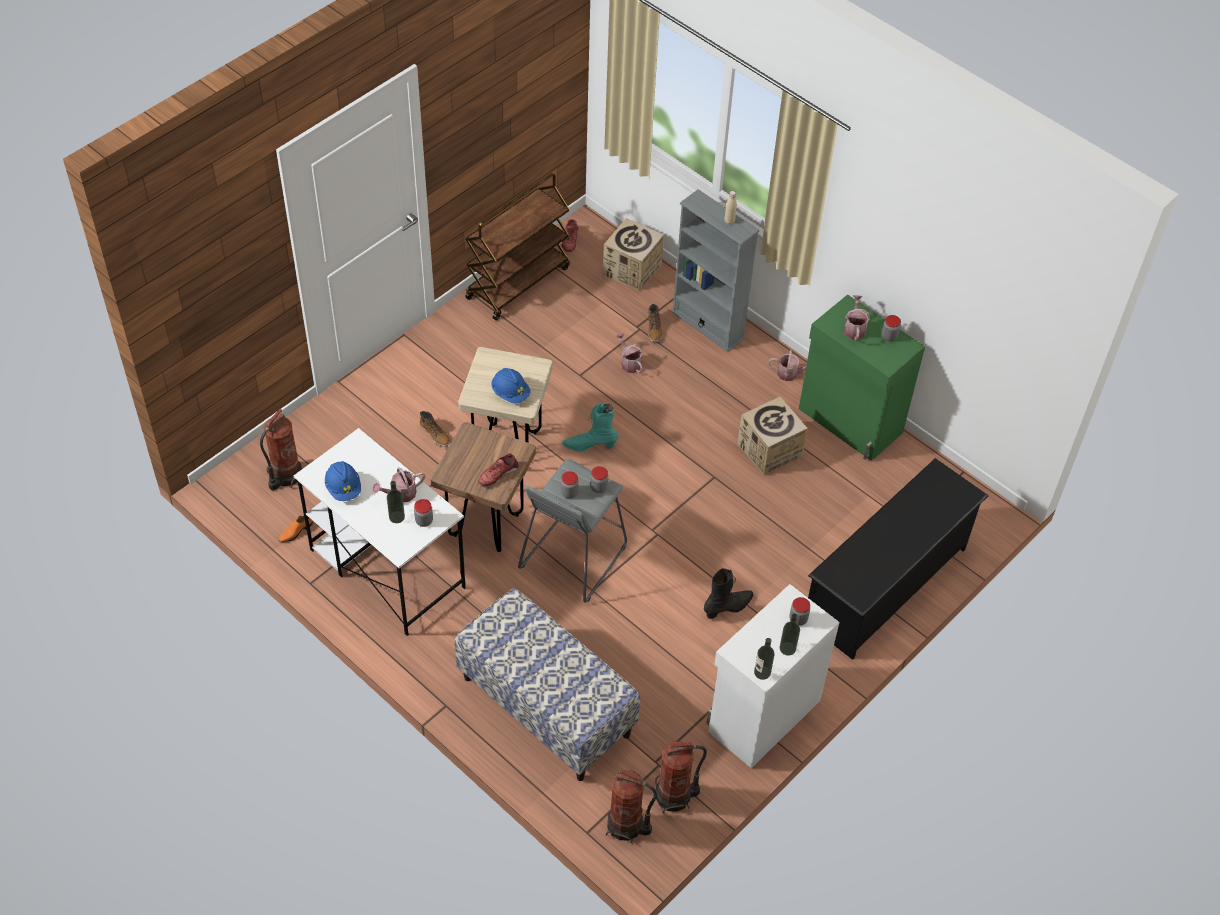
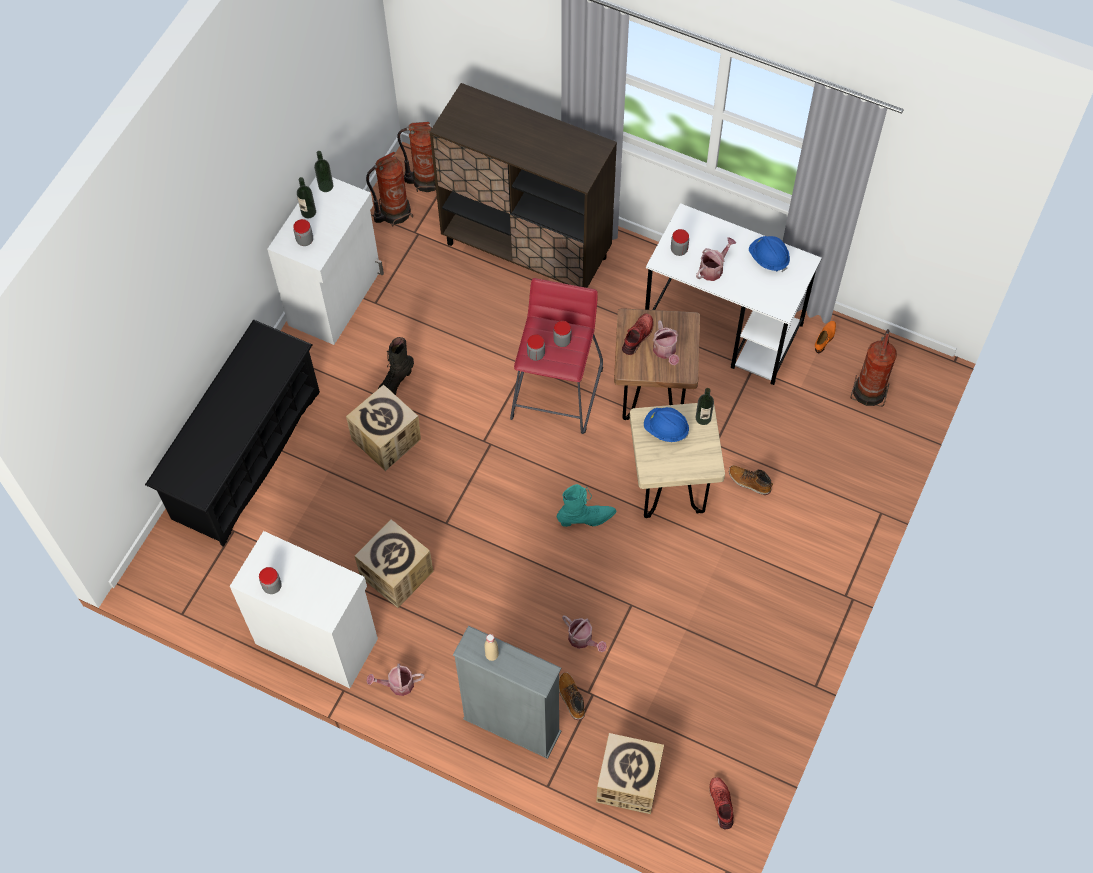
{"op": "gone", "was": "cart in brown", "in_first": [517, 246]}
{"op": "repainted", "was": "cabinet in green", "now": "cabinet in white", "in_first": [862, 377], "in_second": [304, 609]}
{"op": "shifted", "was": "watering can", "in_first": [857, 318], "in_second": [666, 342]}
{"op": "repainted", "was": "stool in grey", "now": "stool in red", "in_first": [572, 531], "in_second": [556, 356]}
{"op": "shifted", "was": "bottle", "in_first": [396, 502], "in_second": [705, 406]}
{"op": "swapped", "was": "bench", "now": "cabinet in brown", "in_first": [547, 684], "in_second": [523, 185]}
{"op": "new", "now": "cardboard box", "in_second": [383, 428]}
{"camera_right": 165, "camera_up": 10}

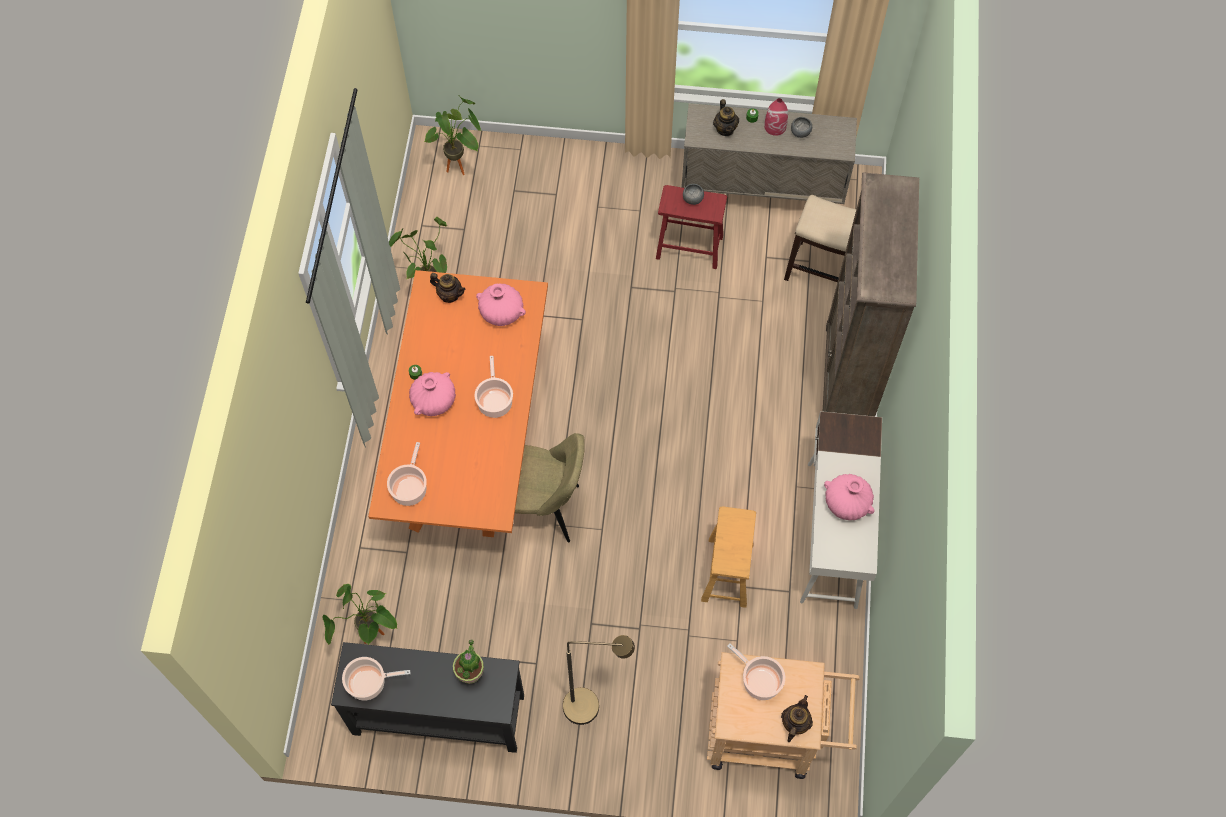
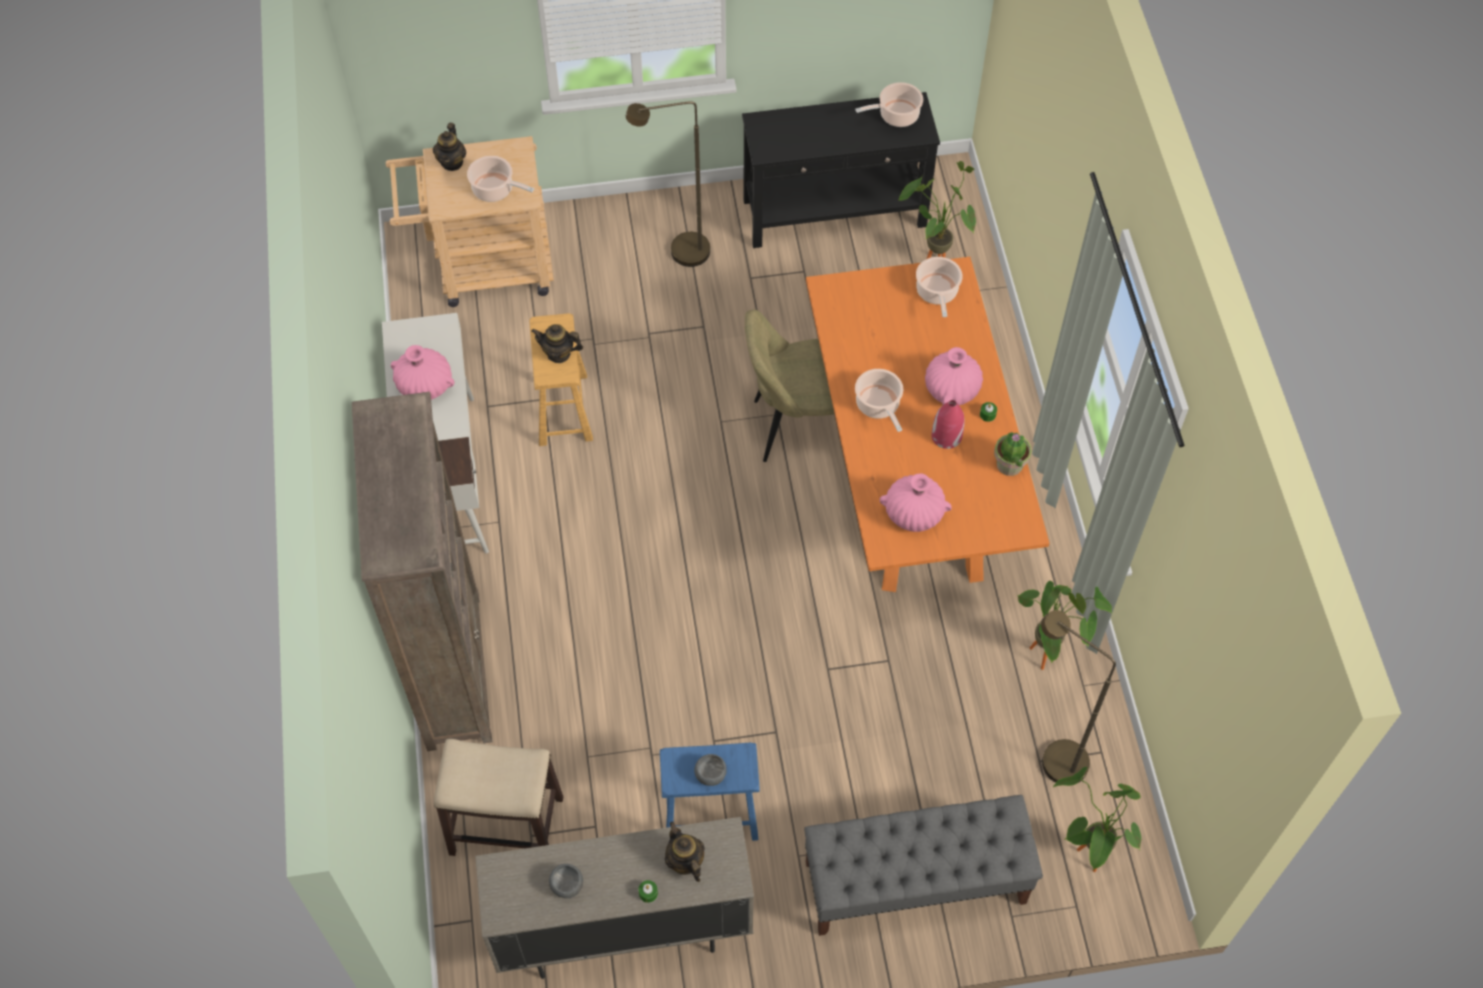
{"op": "shifted", "was": "vase in red", "in_first": [776, 117], "in_second": [948, 424]}
{"op": "repainted", "was": "stool in red", "now": "stool in blue", "in_first": [691, 227], "in_second": [710, 791]}
{"op": "shifted", "was": "teapot", "in_first": [448, 288], "in_second": [557, 343]}
{"op": "shifted", "was": "potted plant", "in_first": [468, 662], "in_second": [1013, 454]}
{"op": "new", "now": "floor lamp in brown", "in_second": [1078, 696]}
{"op": "new", "now": "bench in grey", "in_second": [923, 865]}
{"camera_right": 165, "camera_up": -5}

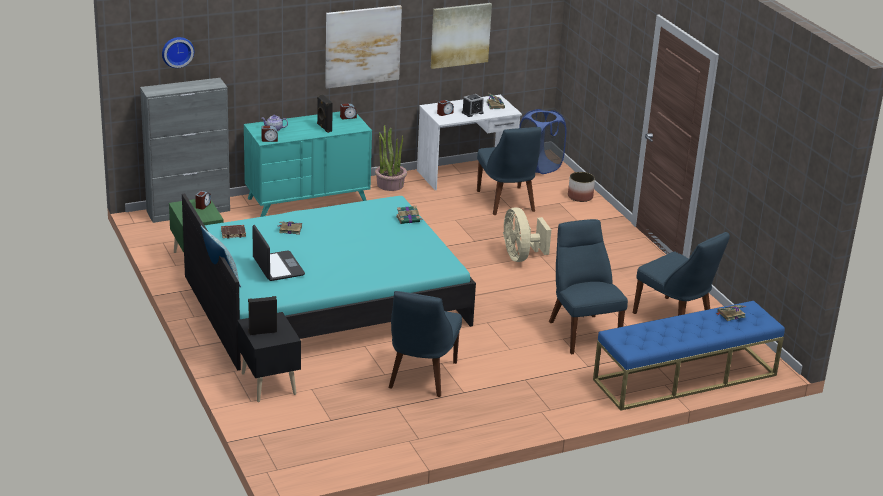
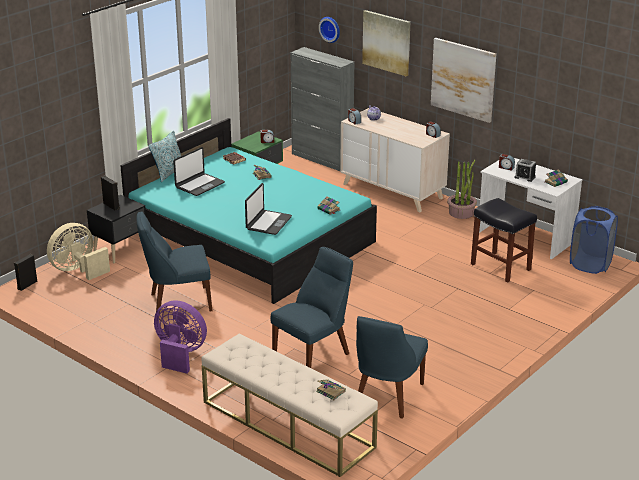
{"op": "shifted", "was": "picture", "in_first": [461, 36], "in_second": [386, 43]}
{"op": "shifted", "was": "speaker in black", "in_first": [325, 114], "in_second": [25, 272]}
{"op": "repainted", "was": "dresser in turquoise", "now": "dresser in beige", "in_first": [308, 164], "in_second": [395, 160]}
{"op": "swapped", "was": "chair in blue", "now": "stool in black", "in_first": [509, 171], "in_second": [504, 240]}
{"op": "gone", "was": "planter", "in_first": [581, 187]}
{"op": "shifted", "was": "fan in beige", "in_first": [527, 234], "in_second": [78, 251]}
{"op": "repainted", "was": "bench in blue", "now": "bench in beige", "in_first": [689, 356], "in_second": [289, 405]}
{"op": "new", "now": "laptop", "in_second": [268, 209]}
{"op": "new", "now": "fan in purple", "in_second": [180, 336]}
{"camera_right": 65, "camera_up": 0}

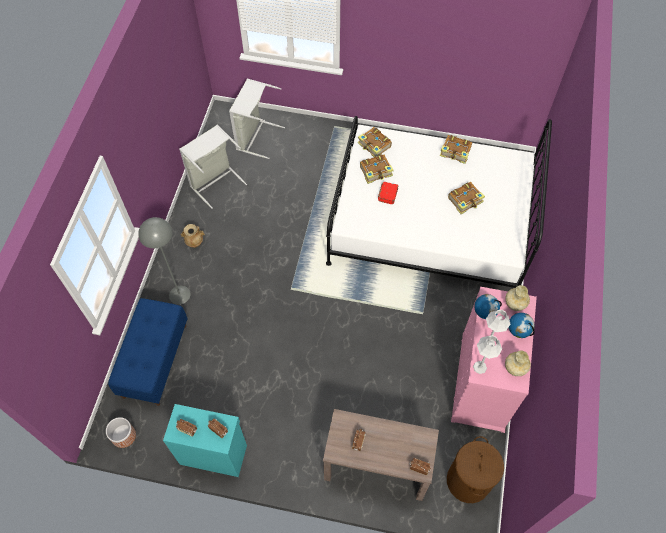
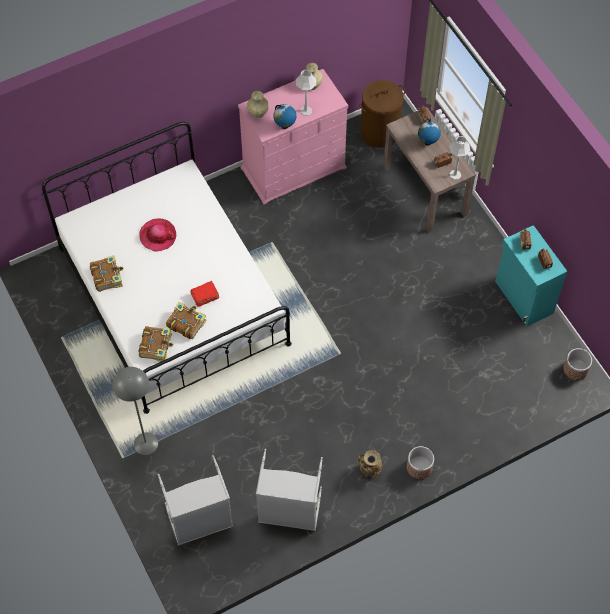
{"op": "swapped", "was": "book", "now": "hat", "in_first": [466, 198], "in_second": [157, 235]}
{"op": "shifted", "was": "floor lamp in grey", "in_first": [164, 261], "in_second": [135, 411]}
{"op": "gone", "was": "bench in blue", "in_first": [148, 352]}
{"op": "shifted", "was": "globe", "in_first": [522, 325], "in_second": [429, 132]}
{"op": "shifted", "was": "table lamp in grey", "in_first": [487, 354], "in_second": [459, 158]}
{"op": "new", "now": "planter", "in_second": [420, 462]}
{"camera_right": -130, "camera_up": 0}

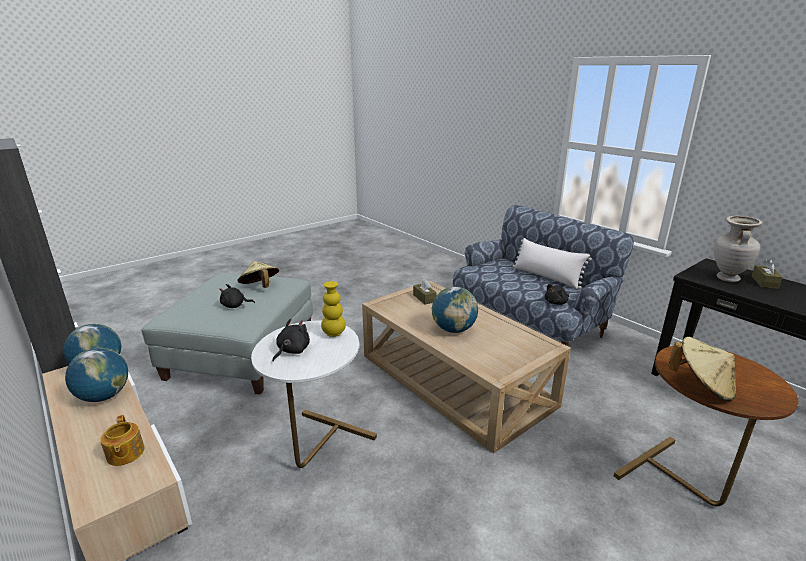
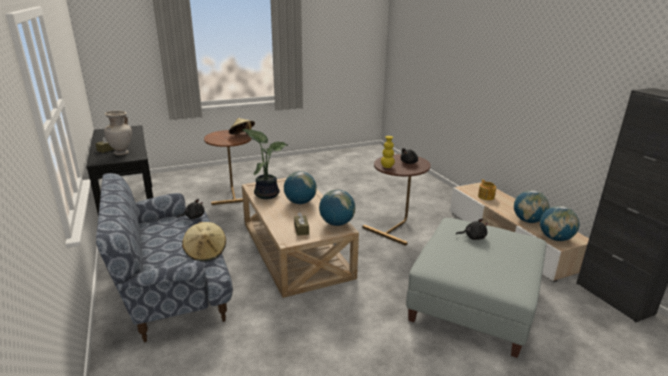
{"op": "gone", "was": "pillow in white", "in_first": [552, 263]}
{"op": "shifted", "was": "hat in beige", "in_first": [258, 274], "in_second": [204, 241]}
{"op": "repainted", "was": "side table in white", "now": "side table in brown", "in_first": [314, 394], "in_second": [396, 200]}
{"op": "new", "now": "potted plant", "in_second": [265, 164]}
{"op": "new", "now": "globe", "in_second": [337, 207]}
{"camera_right": -165, "camera_up": 0}

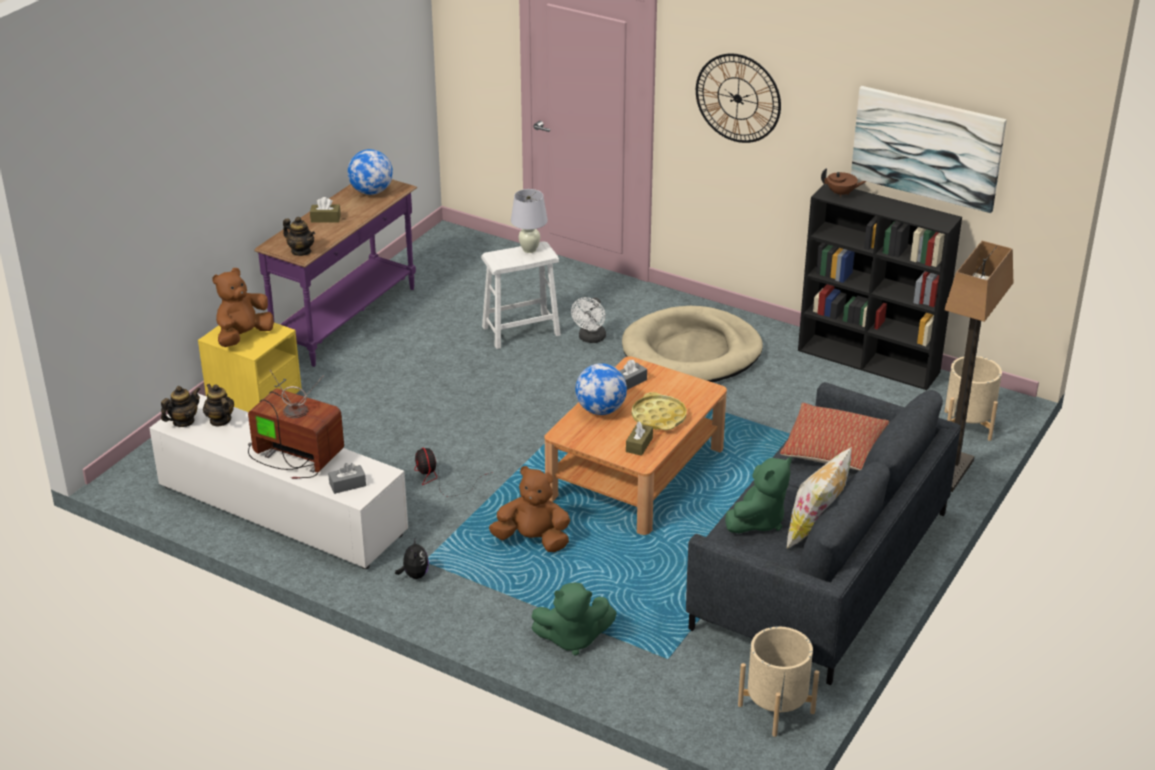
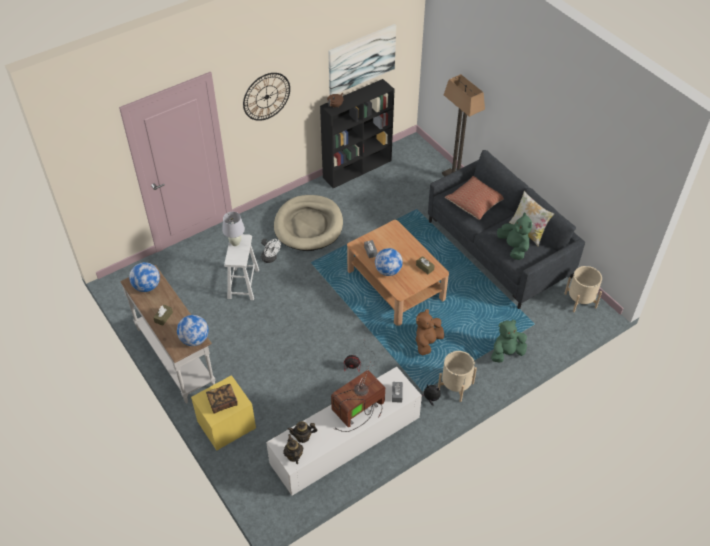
{"op": "repainted", "was": "console table in purple", "now": "console table in white", "in_first": [335, 273], "in_second": [168, 334]}
{"op": "swapped", "was": "teapot", "now": "globe", "in_first": [299, 236], "in_second": [193, 330]}
{"op": "swapped", "was": "plush toy in brown", "now": "book", "in_first": [243, 307], "in_second": [222, 399]}
{"op": "shifted", "was": "planter in beige", "in_first": [973, 398], "in_second": [457, 376]}
{"op": "gone", "was": "tray in yellow", "in_first": [659, 411]}
{"op": "rotated", "was": "plush toy in green", "in_first": [573, 619], "in_second": [509, 341], "clockwise": -135}
{"camera_right": -65, "camera_up": 15}

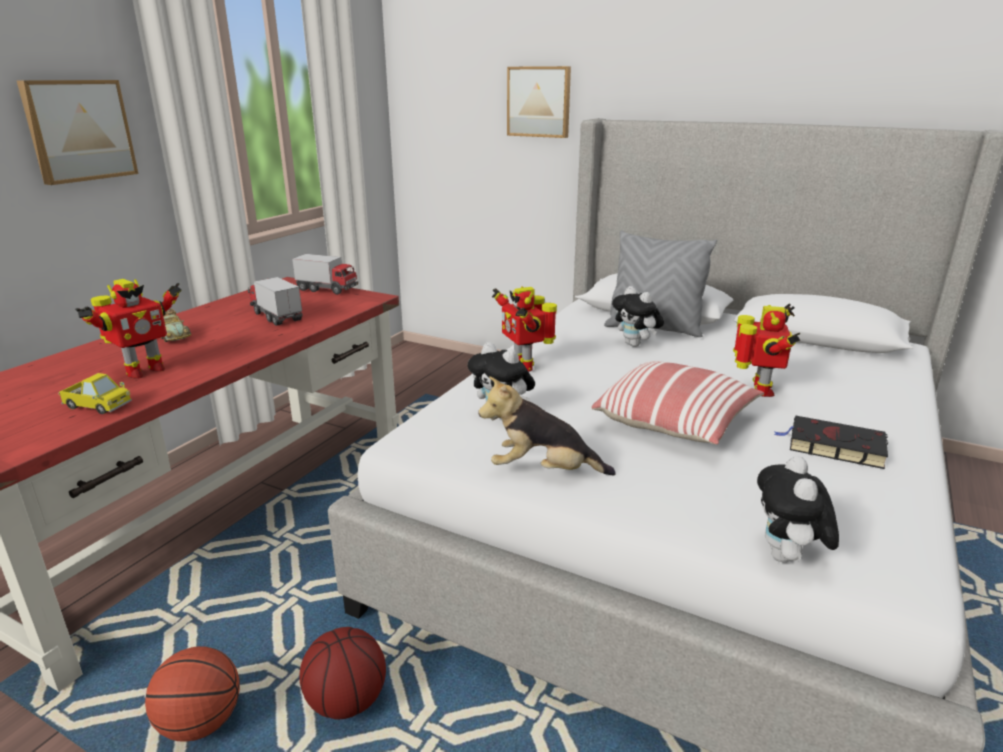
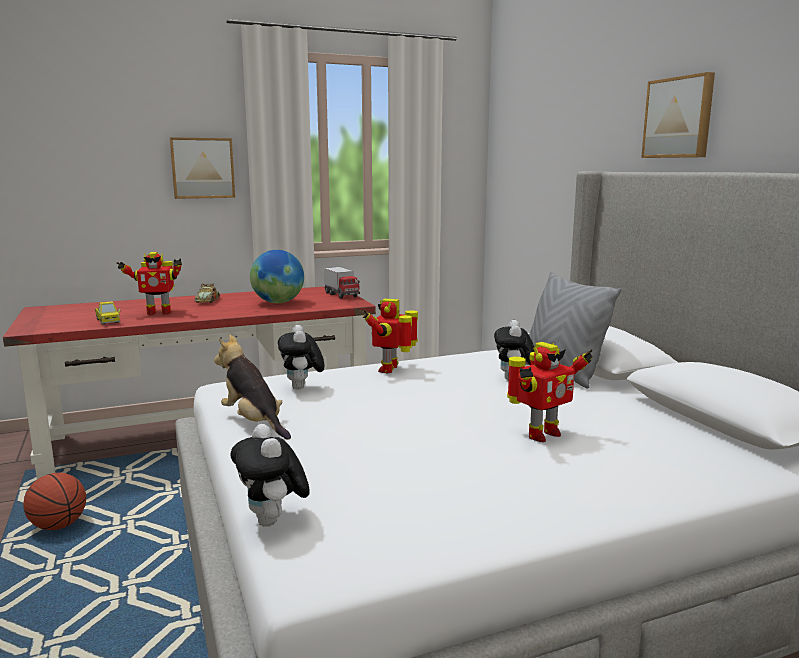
{"op": "shifted", "was": "picture", "in_first": [539, 102], "in_second": [678, 115]}
{"op": "swapped", "was": "toy truck", "now": "globe", "in_first": [275, 301], "in_second": [277, 276]}
{"op": "gone", "was": "pillow", "in_first": [678, 403]}
{"op": "gone", "was": "book in black", "in_first": [831, 442]}
{"op": "rotated", "was": "plush toy", "in_first": [798, 509], "in_second": [270, 475], "clockwise": -75}
{"op": "gone", "was": "basketball", "in_first": [342, 673]}
{"camera_right": 40, "camera_up": -10}

